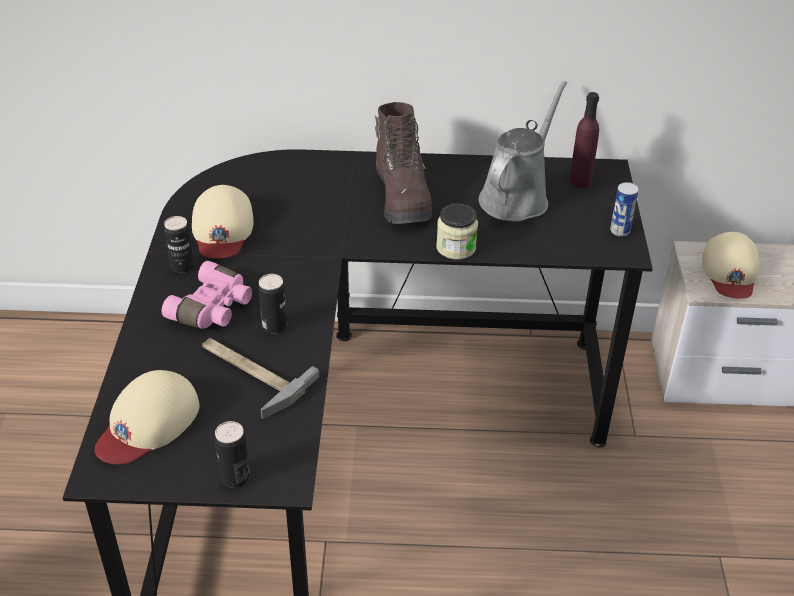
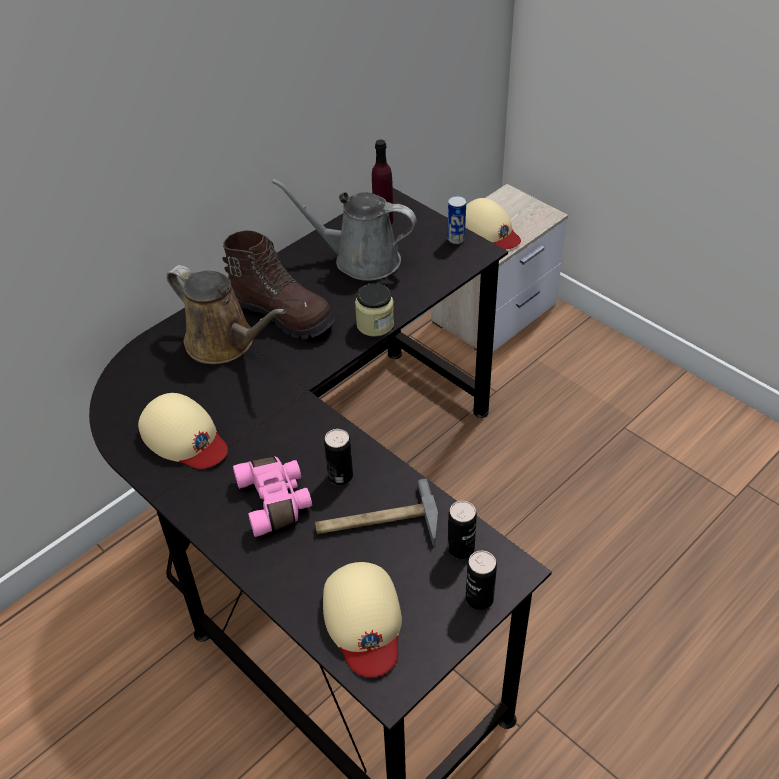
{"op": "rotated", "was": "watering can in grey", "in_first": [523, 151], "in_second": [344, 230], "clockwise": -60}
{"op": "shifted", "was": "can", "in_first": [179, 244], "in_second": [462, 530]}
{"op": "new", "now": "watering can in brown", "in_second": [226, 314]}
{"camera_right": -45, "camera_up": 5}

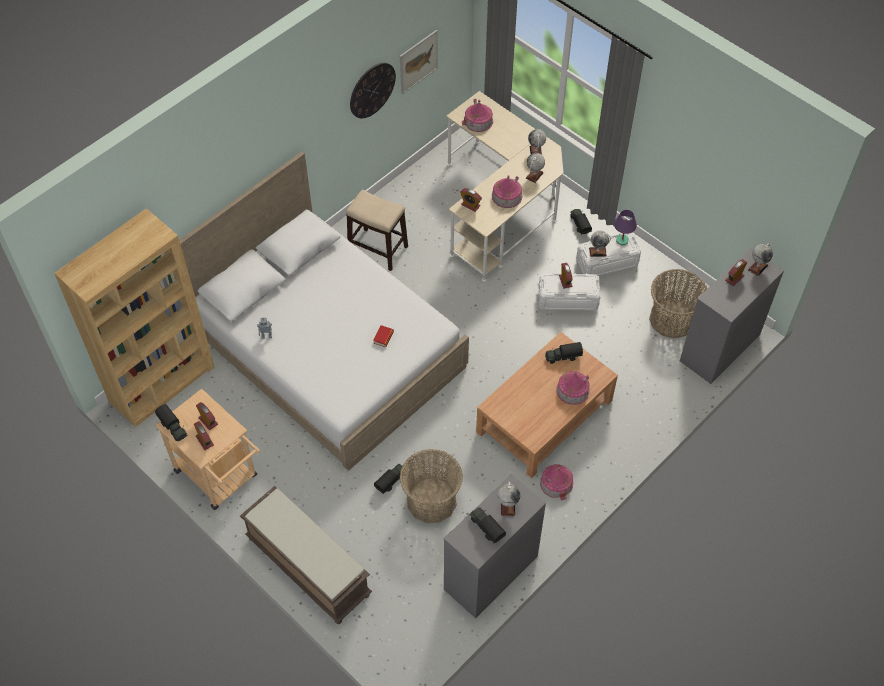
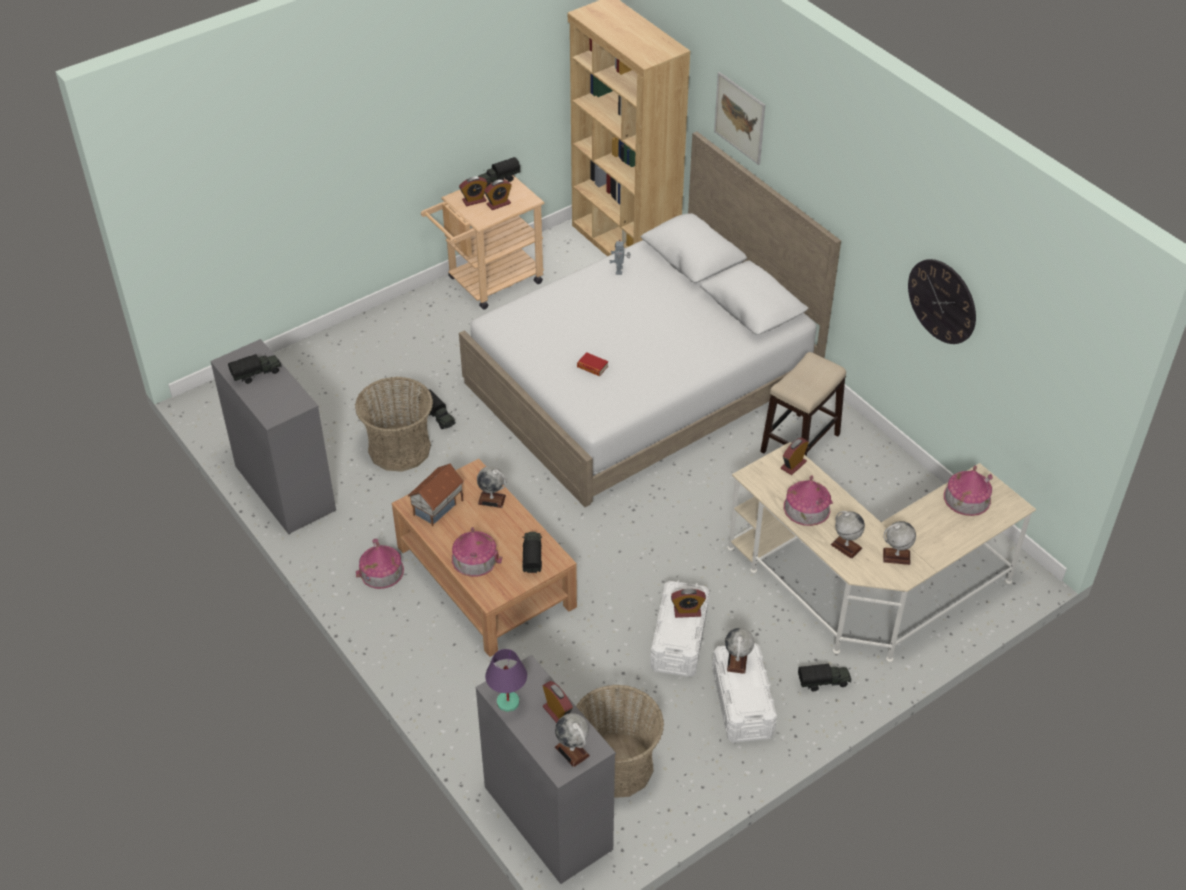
{"op": "shifted", "was": "picture", "in_first": [419, 62], "in_second": [739, 118]}
{"op": "shifted", "was": "table lamp in purple", "in_first": [625, 227], "in_second": [506, 680]}
{"op": "shifted", "was": "globe", "in_first": [509, 499], "in_second": [491, 487]}
{"op": "gone", "was": "bench in brown", "in_first": [306, 555]}
{"op": "new", "now": "toy house", "in_second": [435, 495]}
{"camera_right": 100, "camera_up": -10}

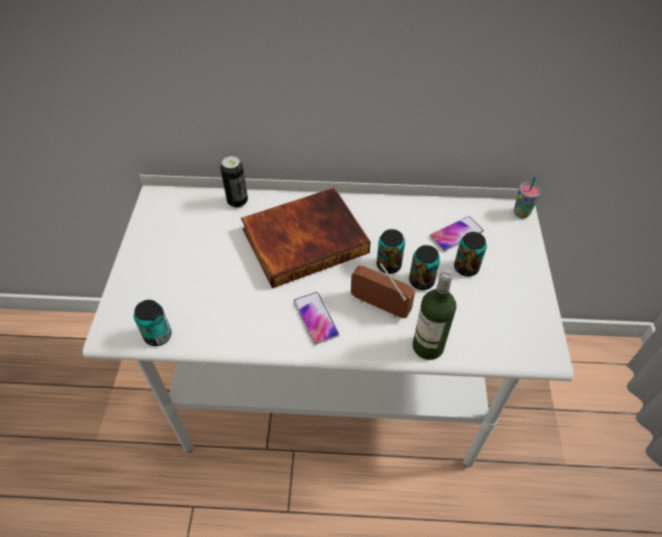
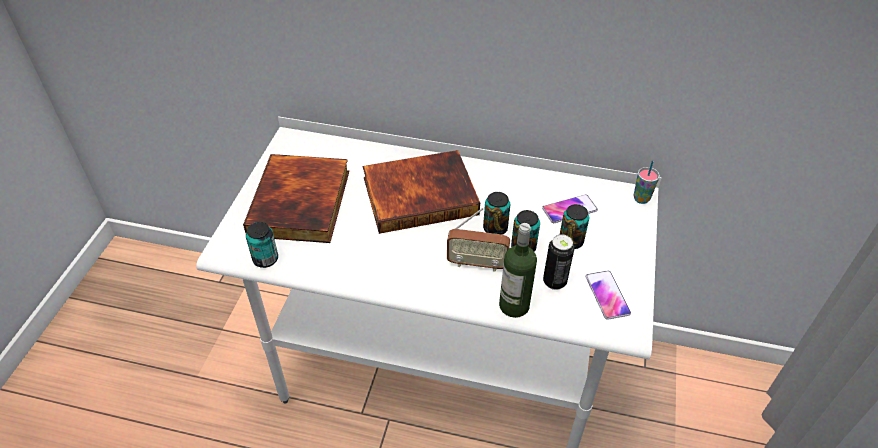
{"op": "shifted", "was": "can", "in_first": [234, 182], "in_second": [559, 262]}
{"op": "rotated", "was": "radio", "in_first": [383, 290], "in_second": [478, 240], "clockwise": 150}
{"op": "shifted", "was": "phone", "in_first": [316, 318], "in_second": [608, 295]}
{"op": "new", "now": "book", "in_second": [296, 198]}
{"camera_right": 10, "camera_up": -5}

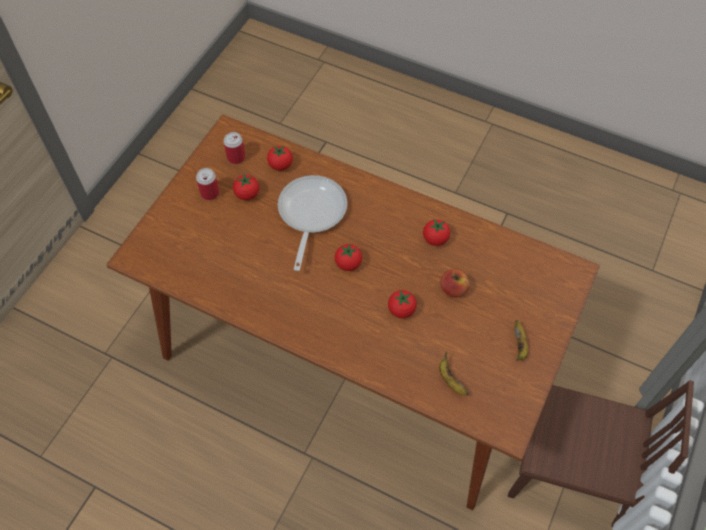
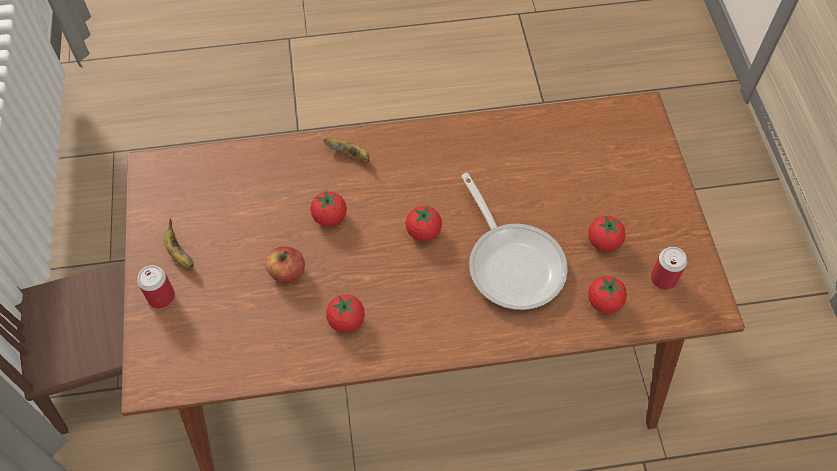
{"op": "shifted", "was": "can", "in_first": [207, 184], "in_second": [156, 286]}
{"op": "shifted", "was": "banana", "in_first": [453, 374], "in_second": [346, 149]}
{"camera_right": 145, "camera_up": 0}

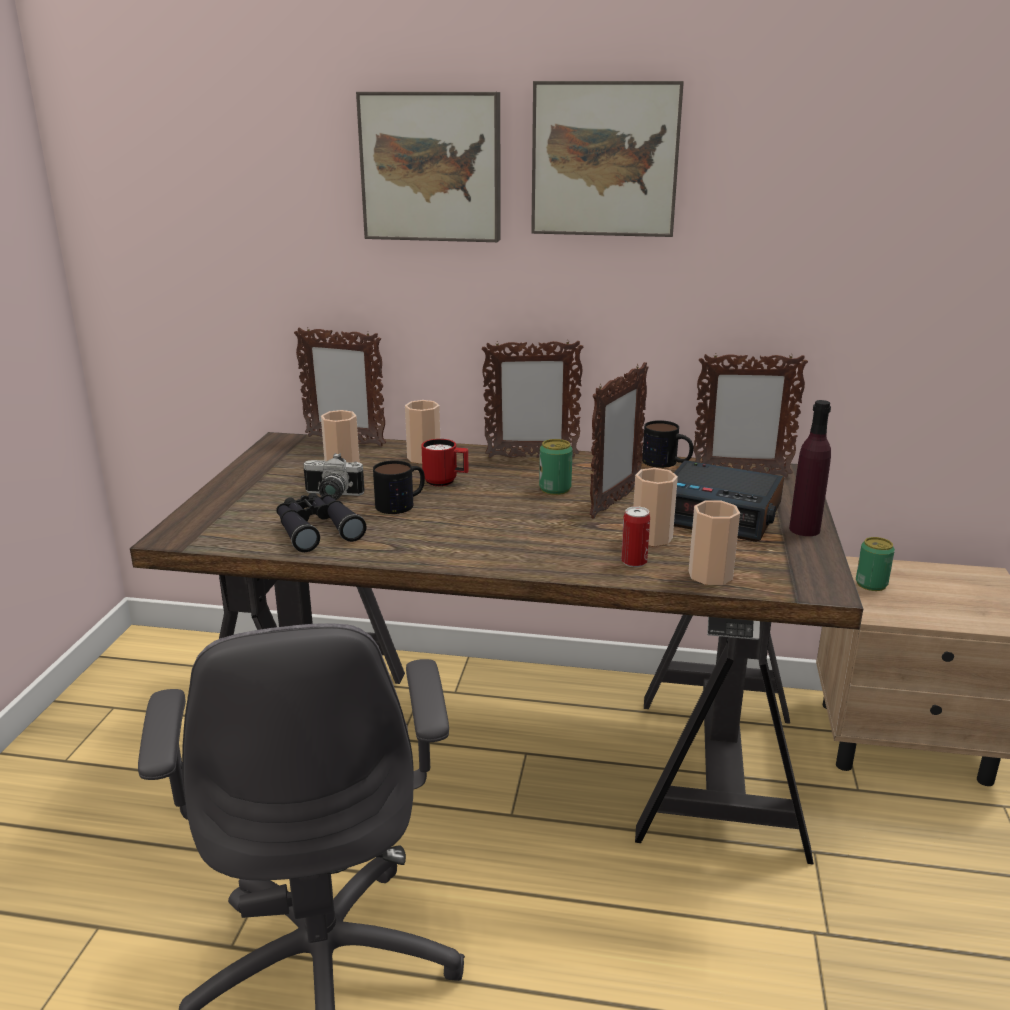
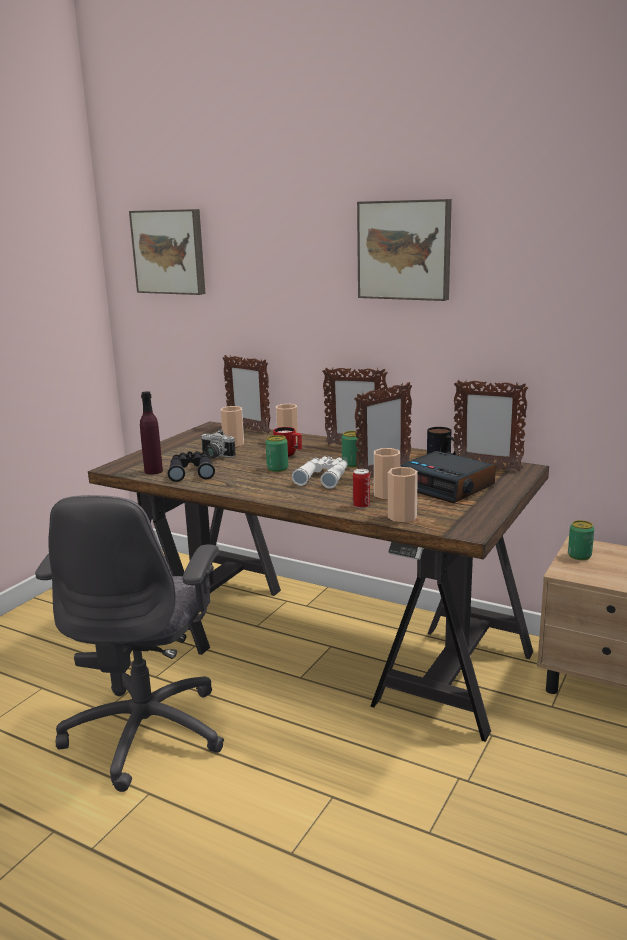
{"op": "shifted", "was": "picture", "in_first": [428, 167], "in_second": [167, 252]}
{"op": "shifted", "was": "bottle in purple", "in_first": [810, 468], "in_second": [151, 433]}
{"op": "gone", "was": "mug", "in_first": [399, 487]}
{"op": "new", "now": "can", "in_second": [277, 453]}
{"op": "new", "now": "binoculars in white", "in_second": [319, 472]}
{"camera_right": 20, "camera_up": -5}

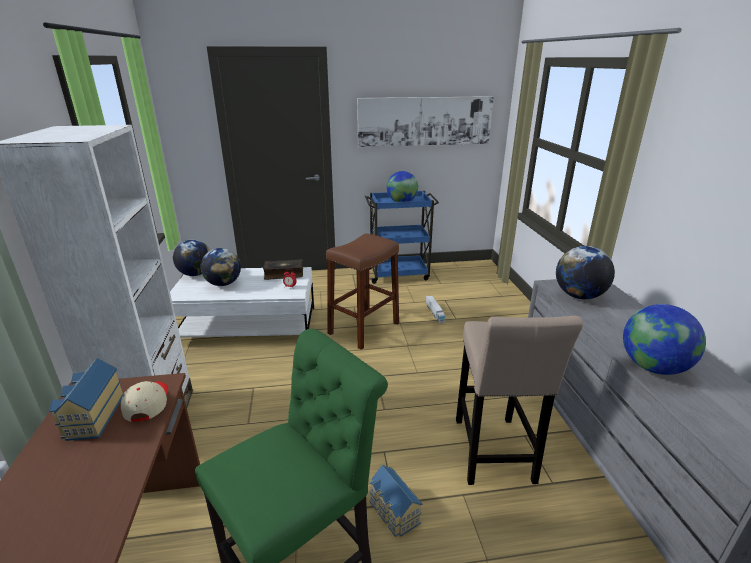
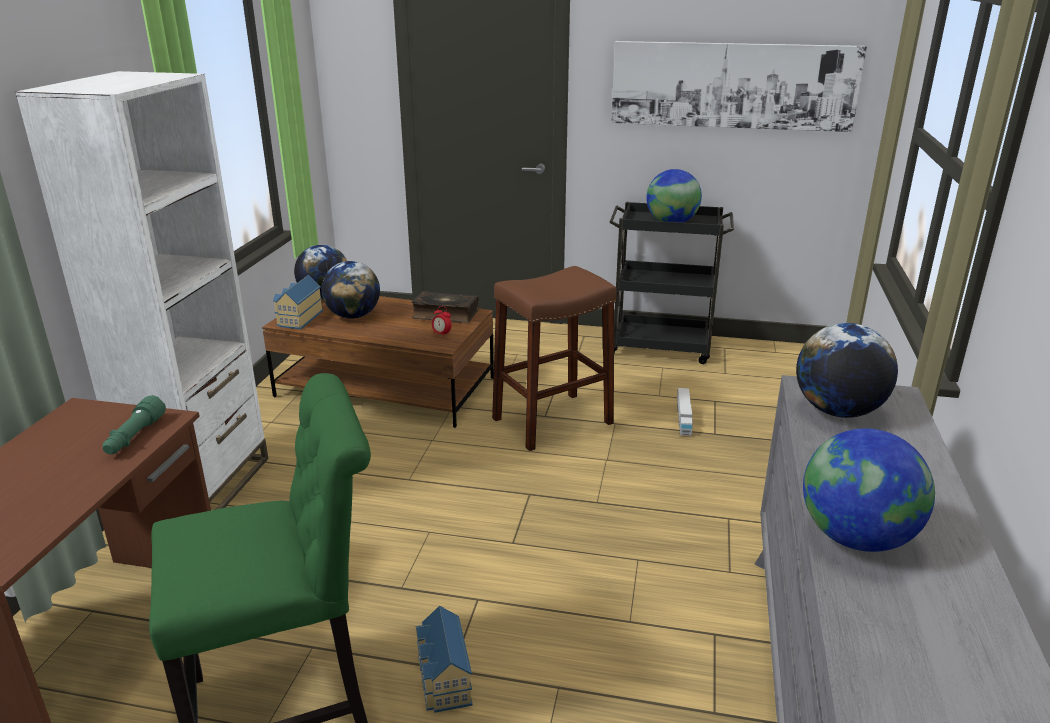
{"op": "repainted", "was": "cart in blue", "now": "cart in black", "in_first": [402, 237], "in_second": [671, 283]}
{"op": "repainted", "was": "coffee table in white", "now": "coffee table in brown", "in_first": [242, 302], "in_second": [378, 362]}
{"op": "gone", "was": "stool in beige", "in_first": [519, 400]}
{"op": "shifted", "was": "toy house", "in_first": [86, 399], "in_second": [298, 302]}
{"op": "swapped", "was": "cap in beige", "now": "flashlight in green", "in_first": [144, 401], "in_second": [134, 424]}
{"camera_right": 20, "camera_up": 0}

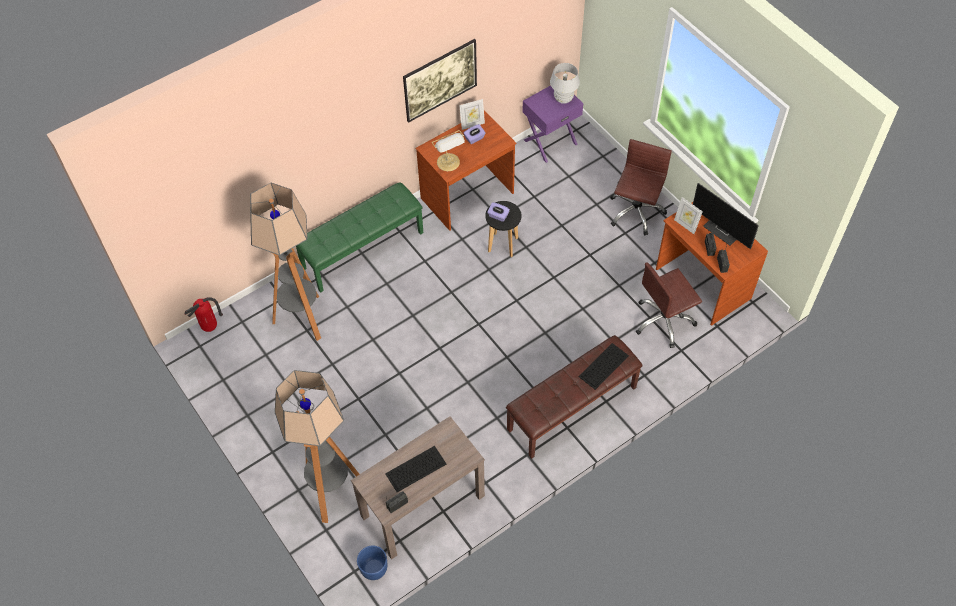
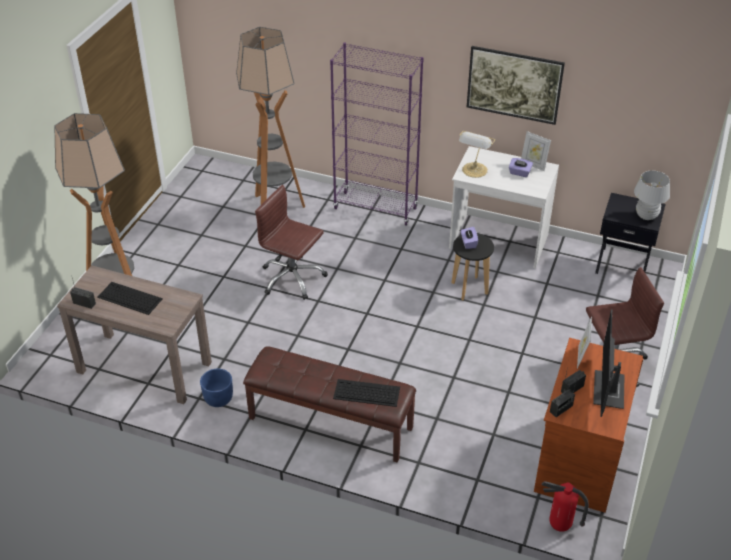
{"op": "repainted", "was": "nightstand in purple", "now": "nightstand in black", "in_first": [552, 124], "in_second": [630, 233]}
{"op": "repainted", "was": "desk in brown", "now": "desk in white", "in_first": [466, 170], "in_second": [504, 207]}
{"op": "swapped", "was": "bench in green", "now": "bookcase in purple", "in_first": [359, 237], "in_second": [377, 134]}
{"op": "shifted", "was": "office chair in brown", "in_first": [669, 305], "in_second": [291, 242]}
{"op": "shifted", "was": "fire extinguisher", "in_first": [203, 314], "in_second": [565, 506]}
{"op": "shifted", "was": "planter in blue", "in_first": [372, 562], "in_second": [216, 388]}
{"camera_right": 55, "camera_up": -15}

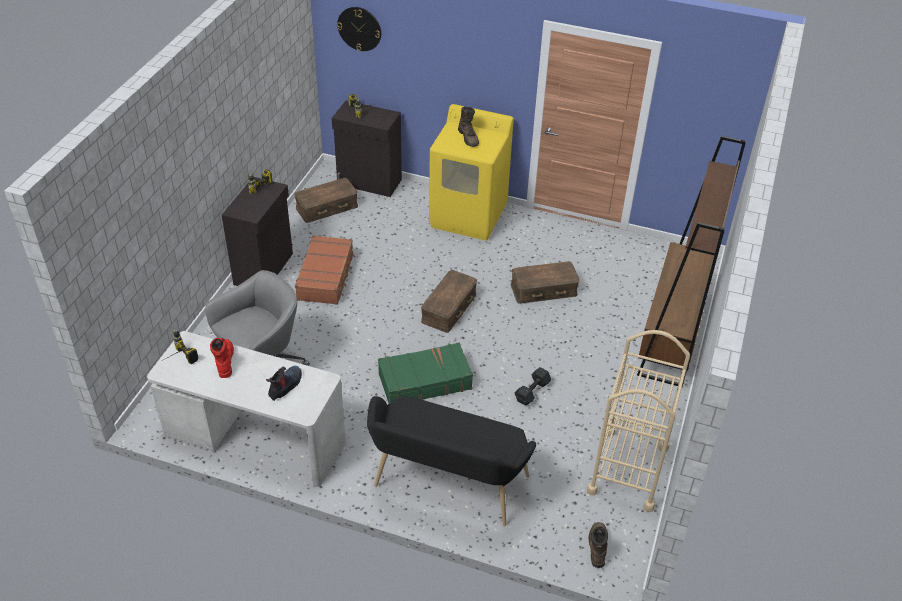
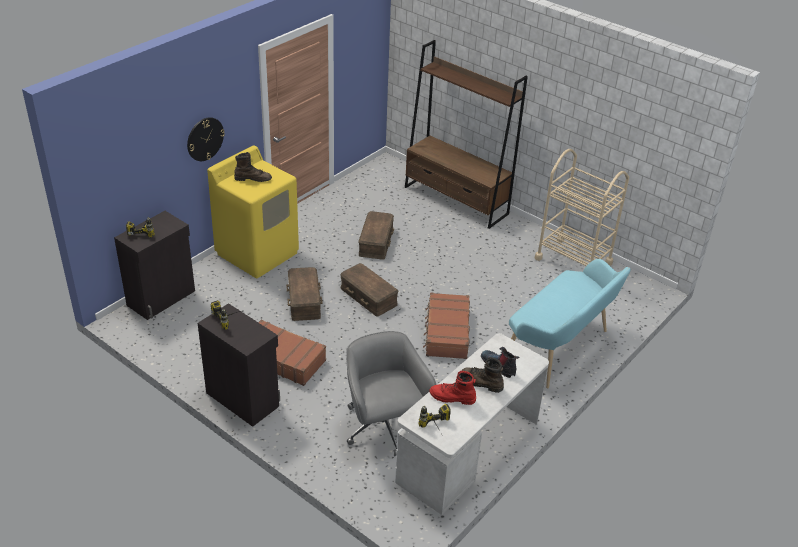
{"op": "shifted", "was": "wall clock", "in_first": [359, 29], "in_second": [206, 139]}
{"op": "shifted", "was": "storage box in brown", "in_first": [326, 200], "in_second": [304, 294]}
{"op": "repainted", "was": "suitcase in green", "now": "suitcase in brown", "in_first": [425, 372], "in_second": [446, 326]}
{"op": "gone", "was": "dumbbell in black", "in_first": [533, 386]}
{"op": "repainted", "was": "bench in black", "now": "bench in turquoise", "in_first": [451, 461], "in_second": [570, 323]}
{"op": "shifted", "was": "boot in brown", "in_first": [598, 545], "in_second": [482, 375]}
{"camera_right": -70, "camera_up": -5}

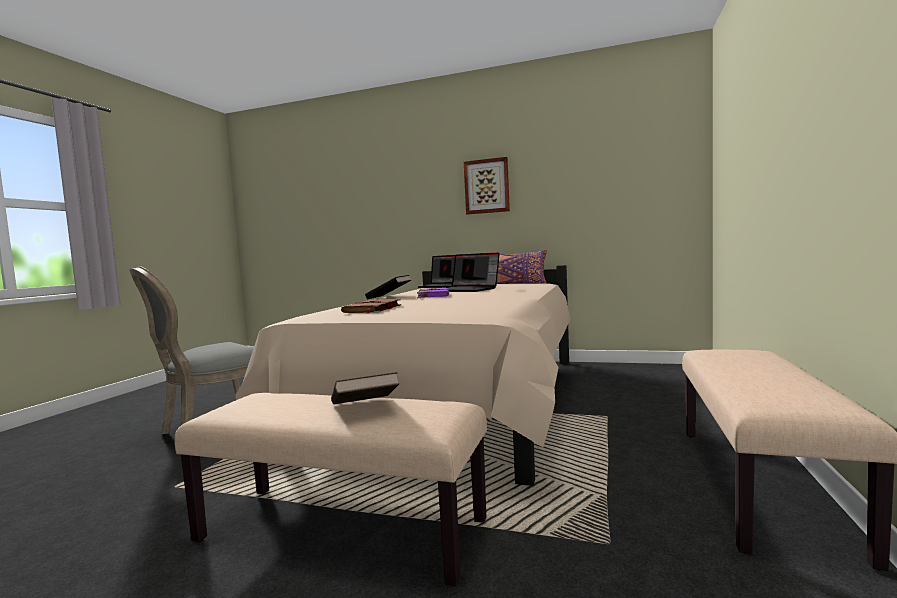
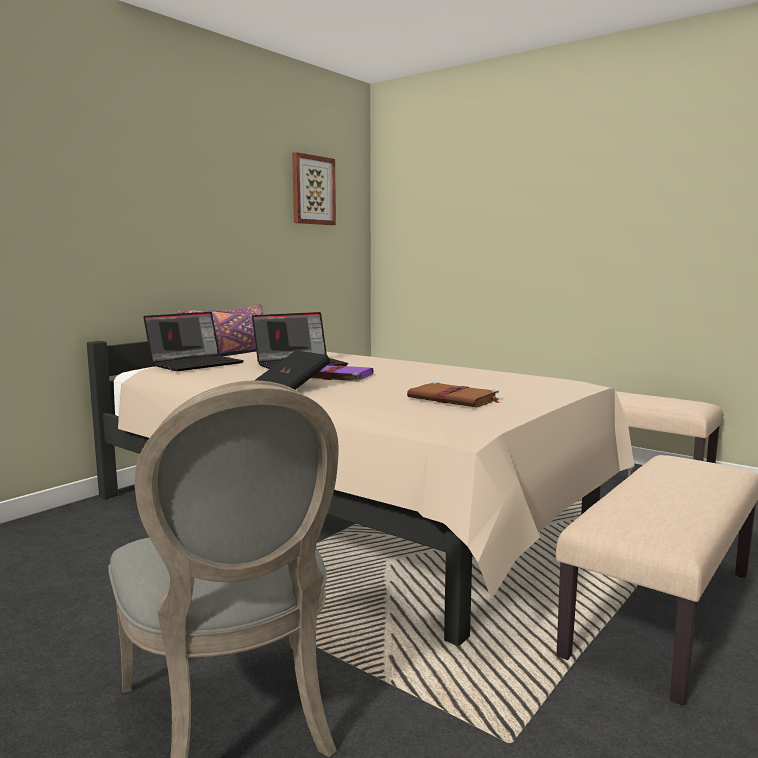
{"op": "shifted", "was": "picture", "in_first": [487, 186], "in_second": [314, 188]}
{"op": "gone", "was": "book in brown", "in_first": [365, 388]}
{"camera_right": -70, "camera_up": 5}

